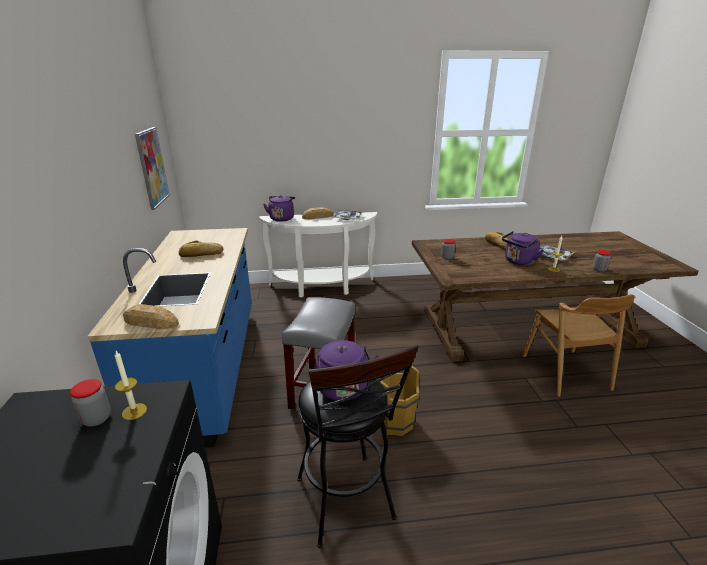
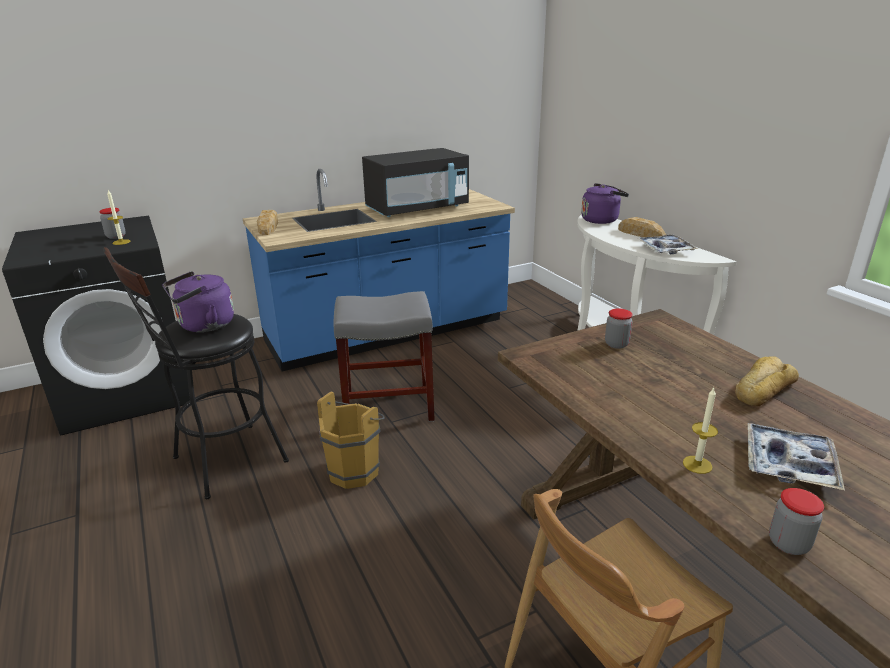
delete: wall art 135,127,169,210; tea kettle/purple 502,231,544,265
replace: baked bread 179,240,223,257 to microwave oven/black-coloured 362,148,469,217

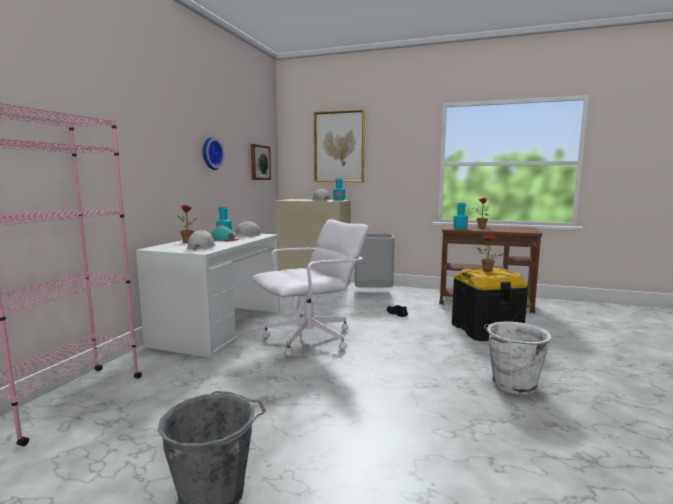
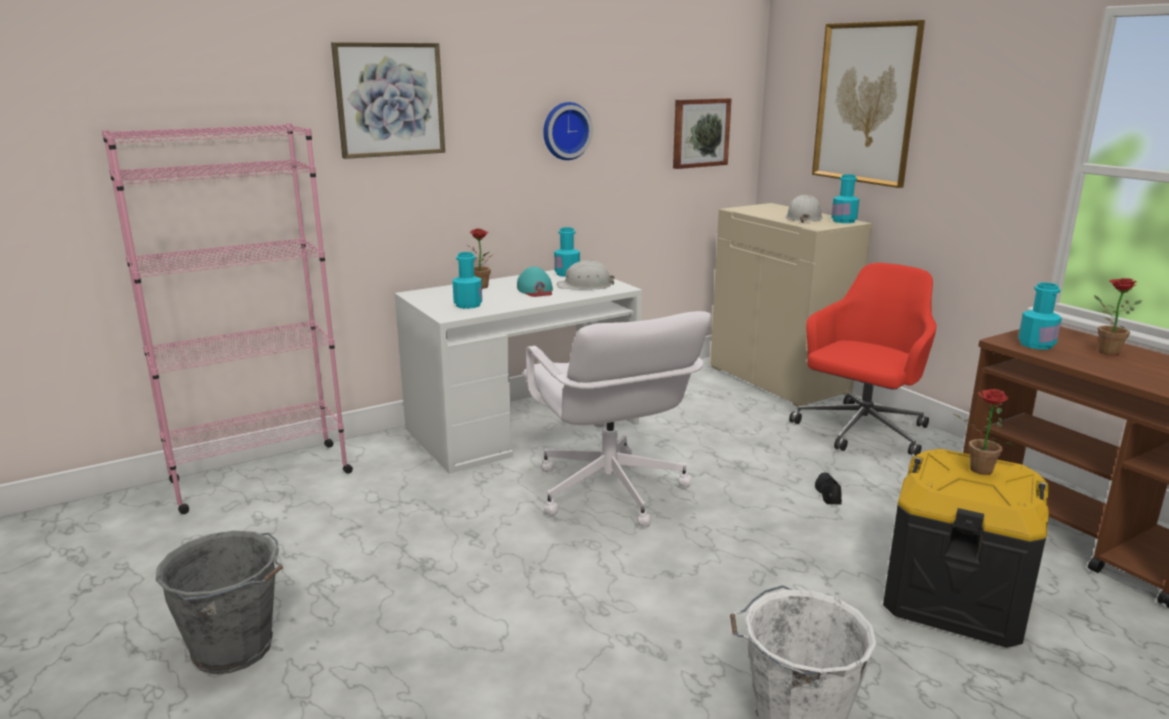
insert: wall art 331,42,445,159
replace: work helmet/whitish 186,230,216,251 to drink bottle/turquoise-coloured 453,252,482,309; trash can/grey 355,234,395,288 to desk chair/red 789,263,936,456
rotate: desk chair/whitish 252,219,369,356 = 523,311,711,527 60 degrees clockwise

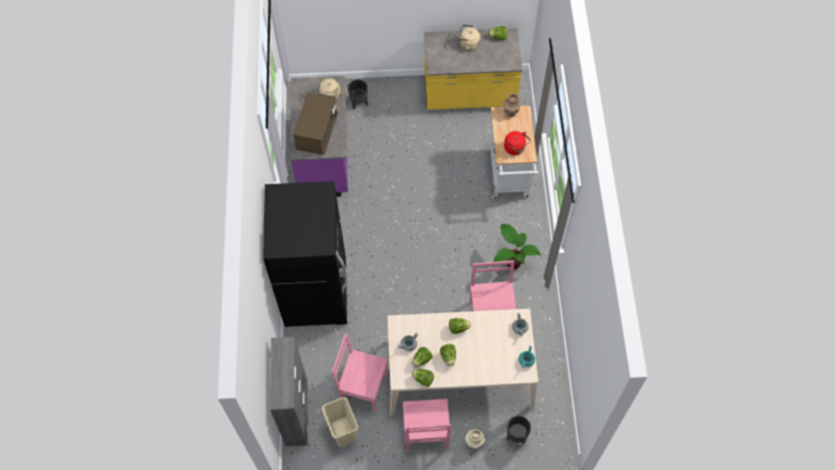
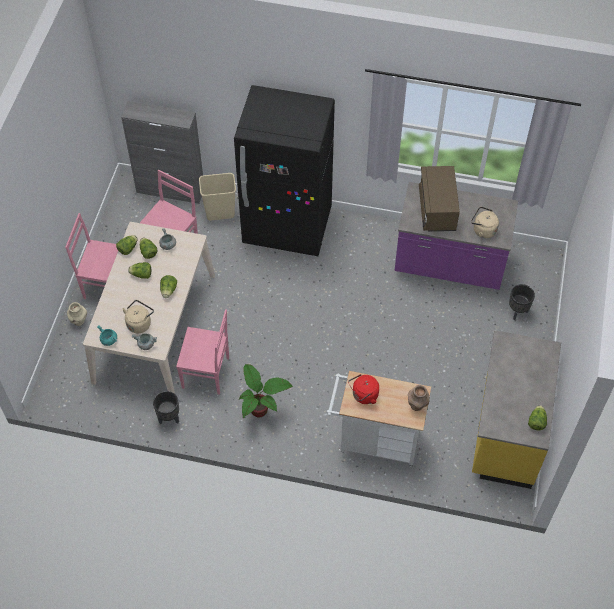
move: trash can/beige-coloured 322,397,358,447 to 199,173,236,220; tea kettle/beige-coloured 457,25,480,51 to 123,300,154,333; flower pot/black-coloured 507,416,531,444 to 153,391,179,424
rotate: microwave oven/brown-coloured 293,93,338,155 = 419,166,460,231 60 degrees clockwise

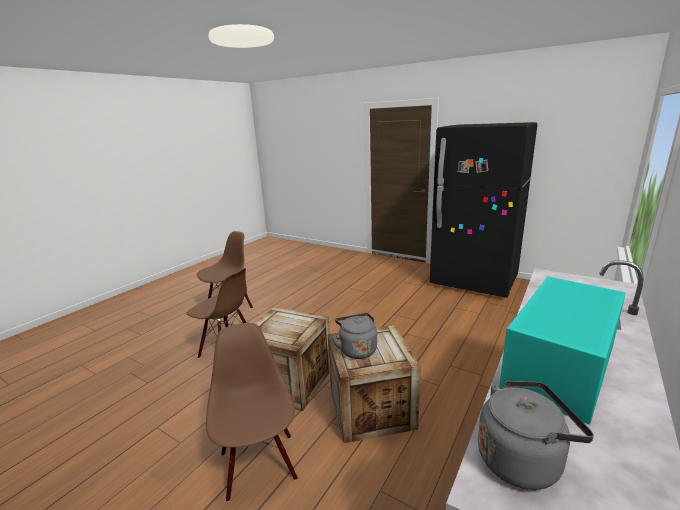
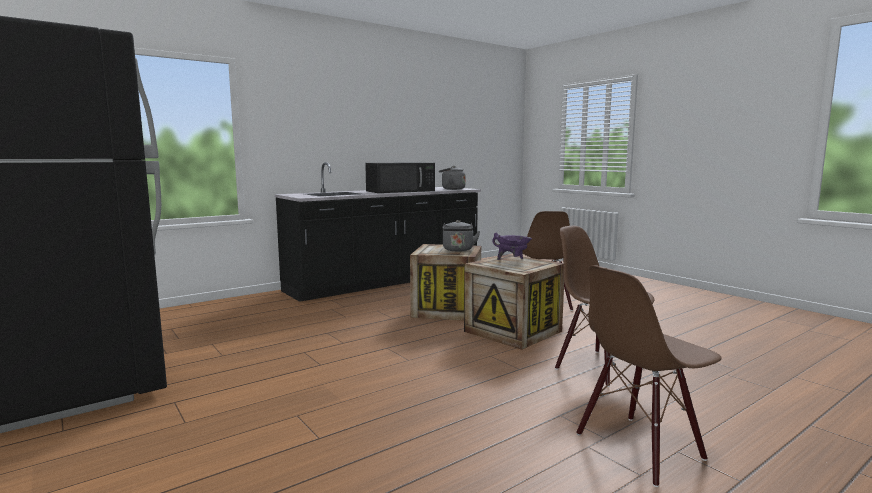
insert: saucepot/purple 493,233,532,260
recolor: microwave oven/turquoise-coloured 499,276,626,425 to microwave oven/black-coloured 365,162,435,193

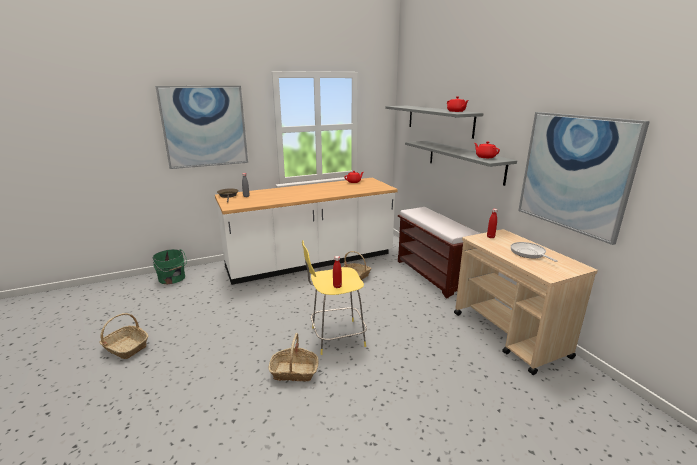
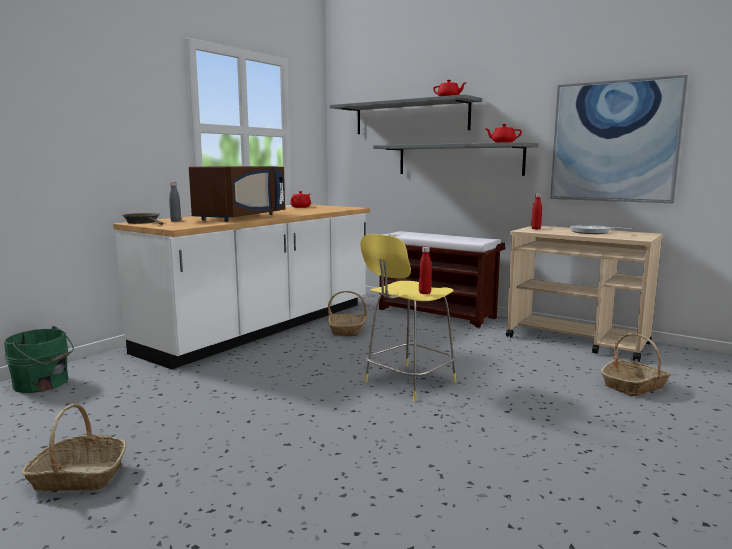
delete: wall art 155,86,248,169
insert: microwave oven/brown-coloured 189,166,285,222
move: storage basket 268,333,319,381 to 601,333,671,396

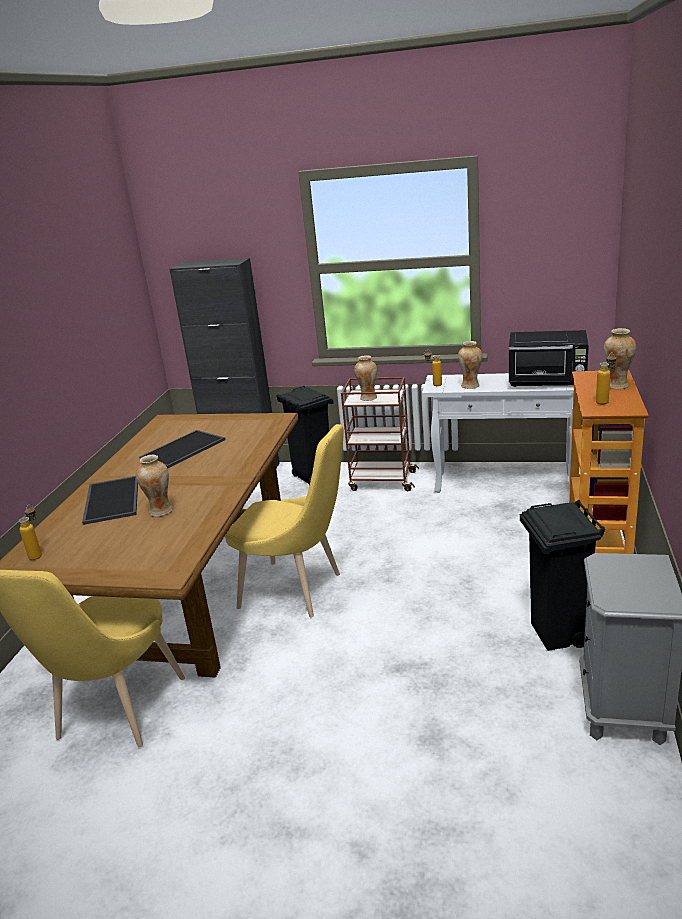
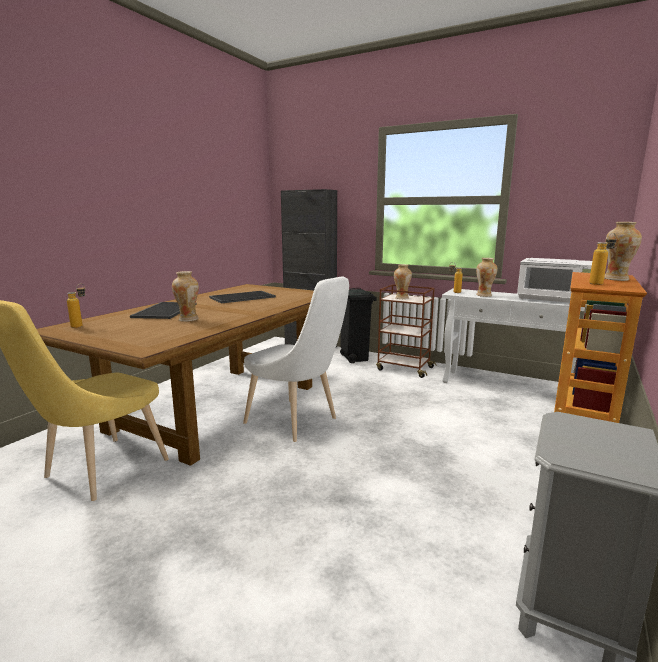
delete: trash can/black-coloured 520,500,605,651
recolor: chair/yellow-coloured 225,424,344,617 to chair/whitish 243,276,349,442; microwave oven/black-coloured 509,330,589,387 to microwave oven/whitish 517,258,592,303

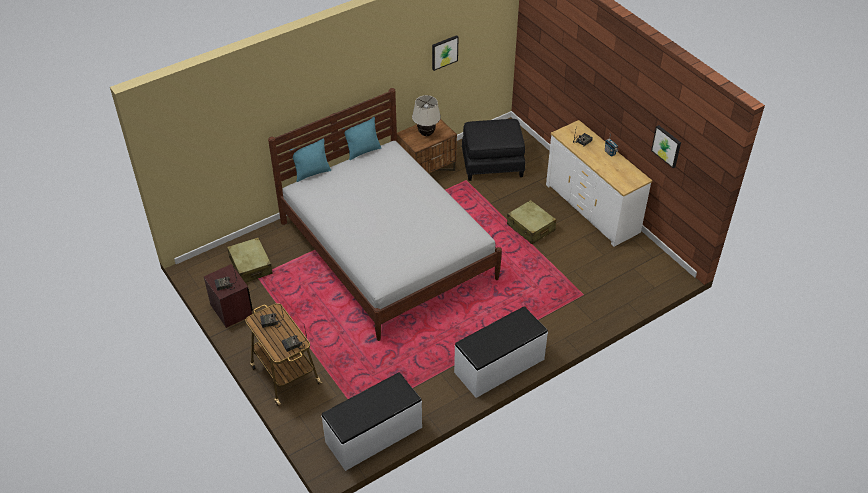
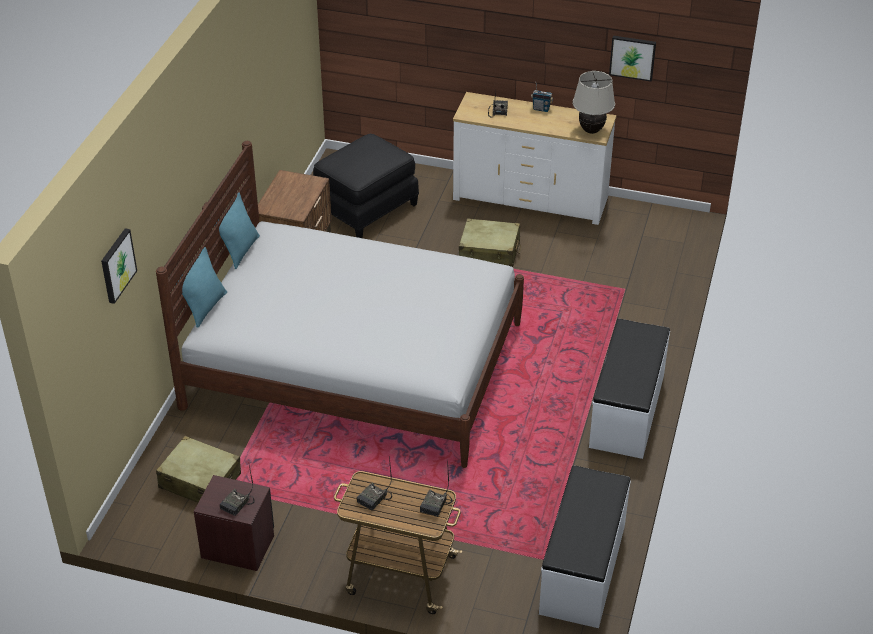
move: table lamp/beige-coloured 412,95,441,136 to 572,71,615,134; wall art 432,35,459,71 to 101,228,137,304

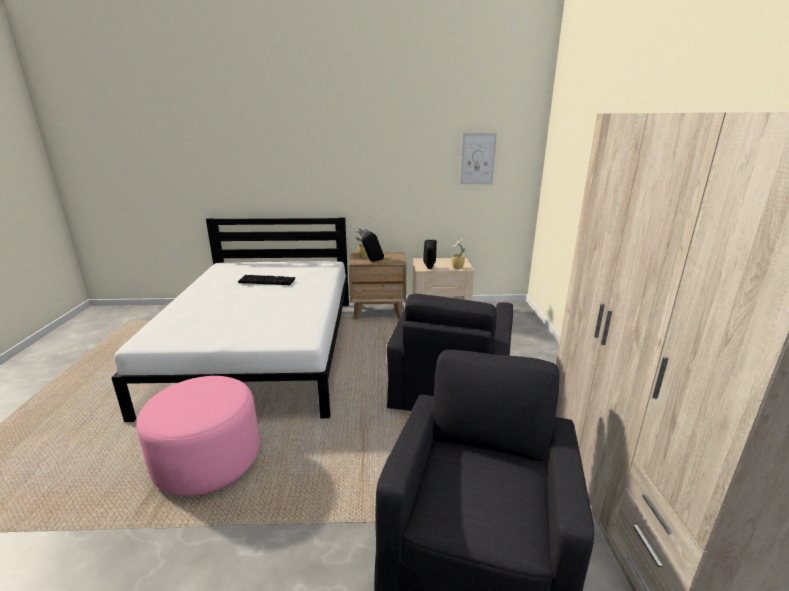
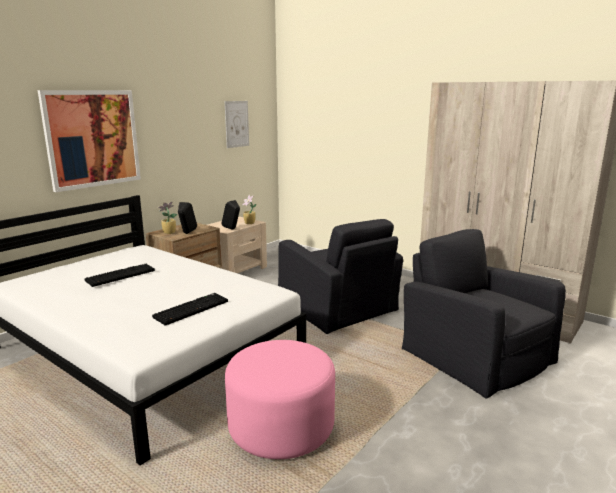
insert: wall art 38,90,141,192; PC keyboard 152,293,228,326

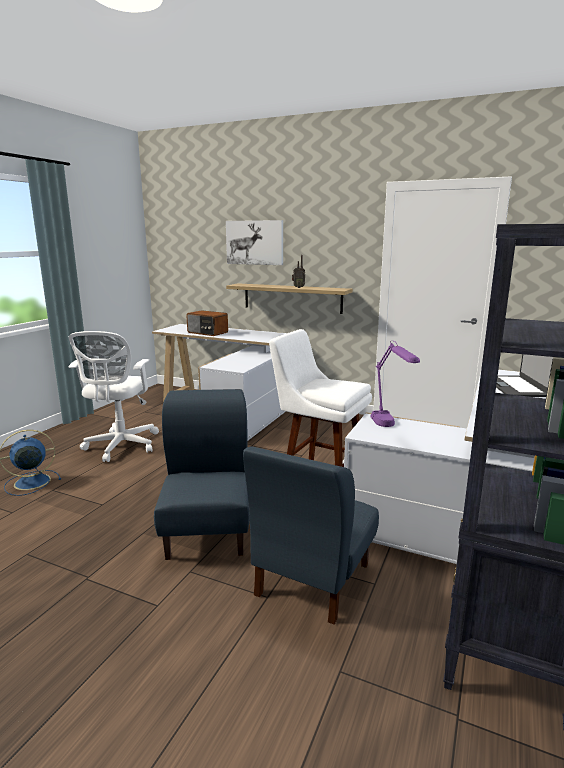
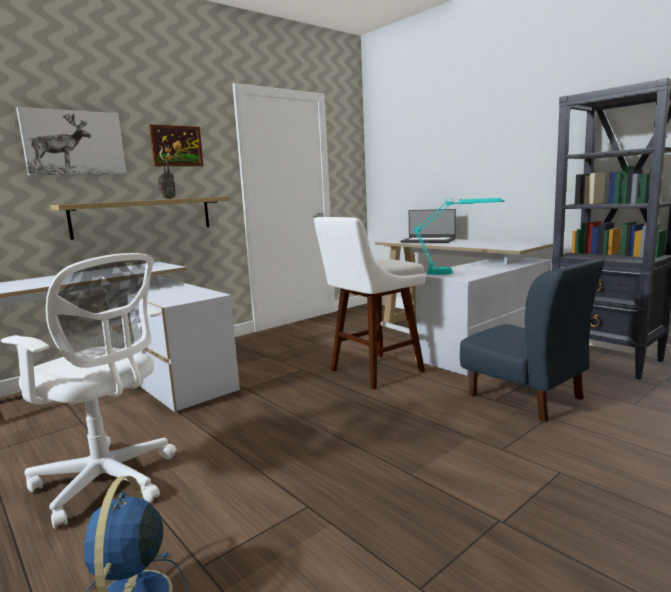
delete: chair/blue 154,389,250,560; radio receiver 186,310,228,336
insert: wall art 149,124,204,166
recolor: table lamp/purple 370,341,420,427 to table lamp/turquoise-coloured 414,198,505,275

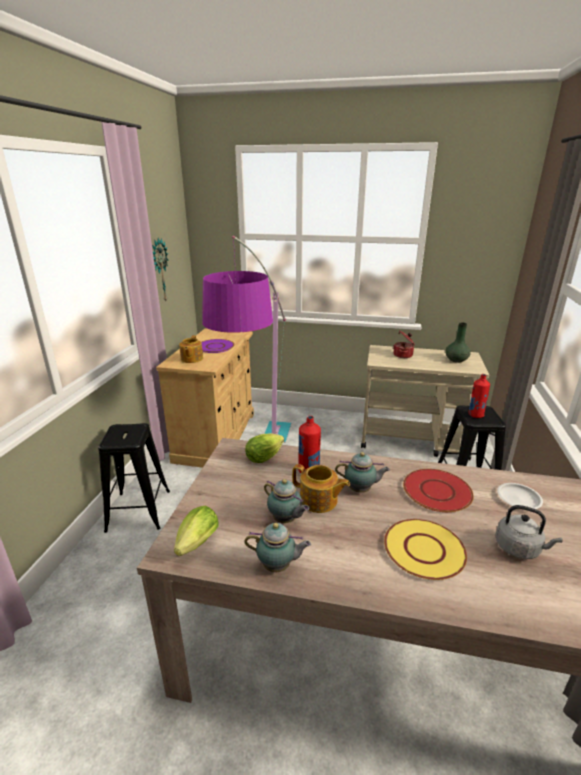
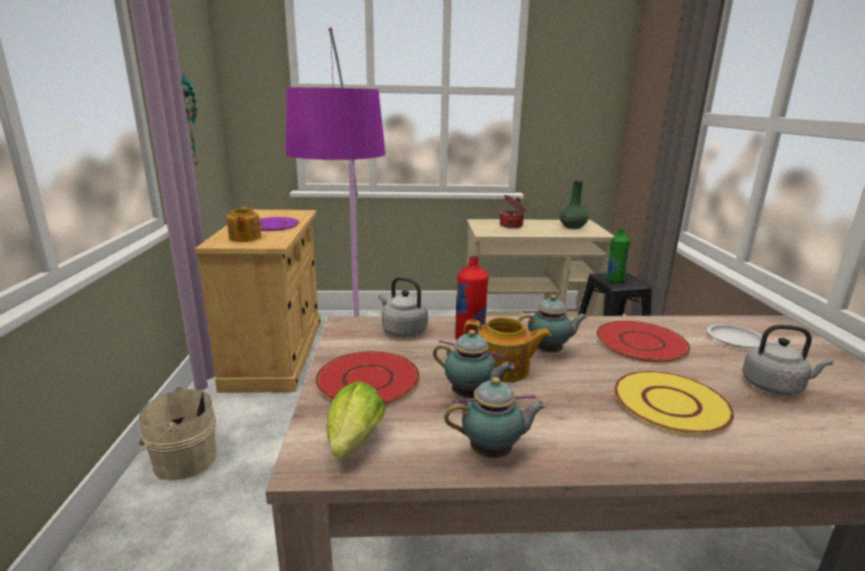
insert: dinner plate/red 315,351,420,404
replace: sitting stool/black-coloured 98,423,170,533 to bucket/beige-coloured 139,387,217,481; head of lettuce 245,433,284,463 to tea kettle/grey 378,277,428,337
recolor: drink bottle/red 468,374,490,418 to drink bottle/greenish 606,228,630,283

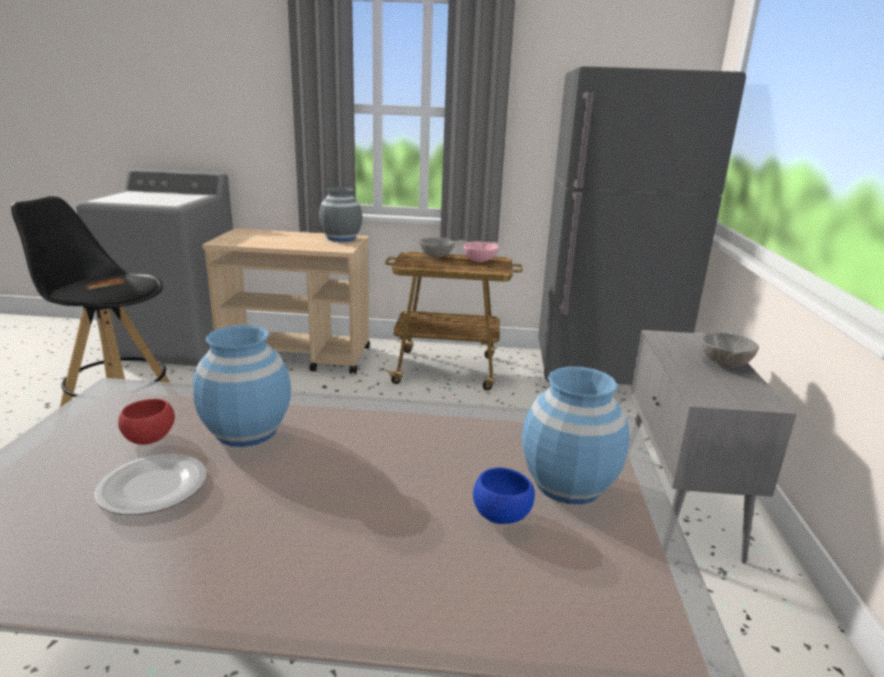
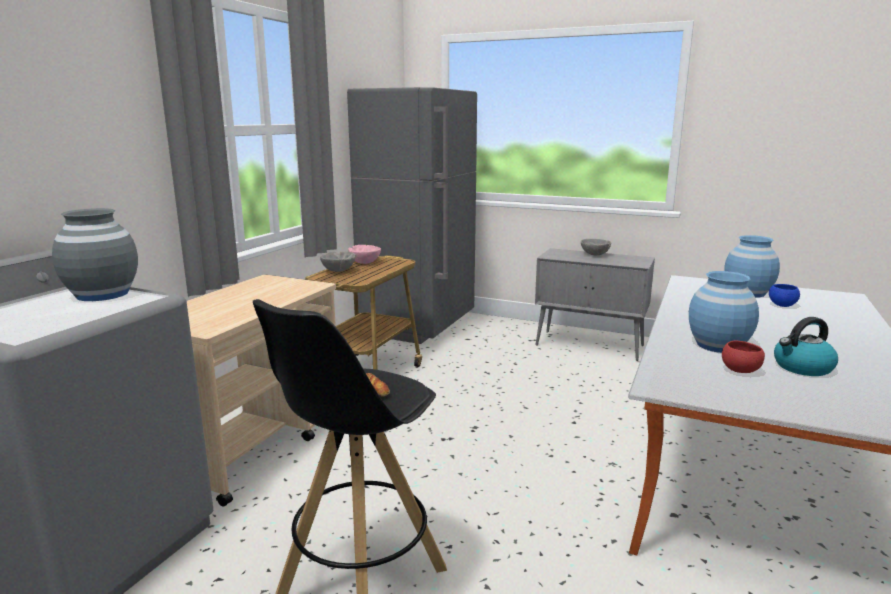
move: vase/grey 319,187,362,242 to 52,208,138,301
replace: dinner plate 94,454,207,515 to tea kettle 774,317,838,376

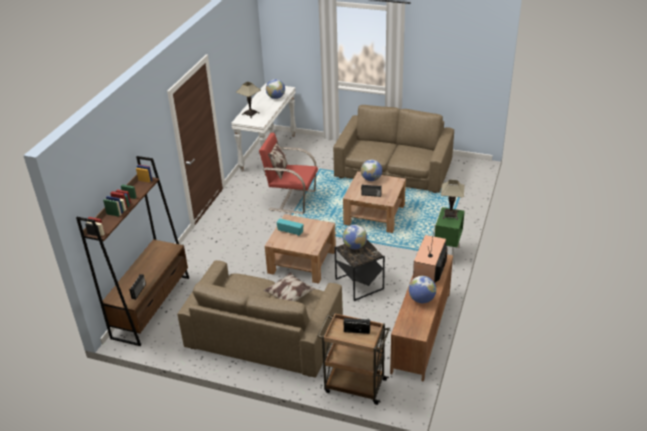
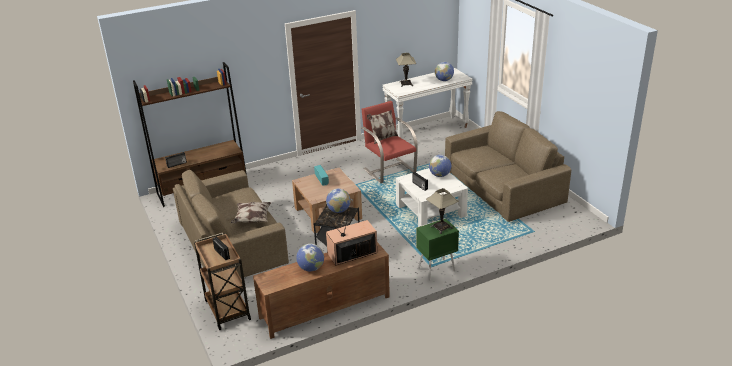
recolor: lounge table/brown-coloured 343,171,406,233 to lounge table/whitish 396,168,468,227

